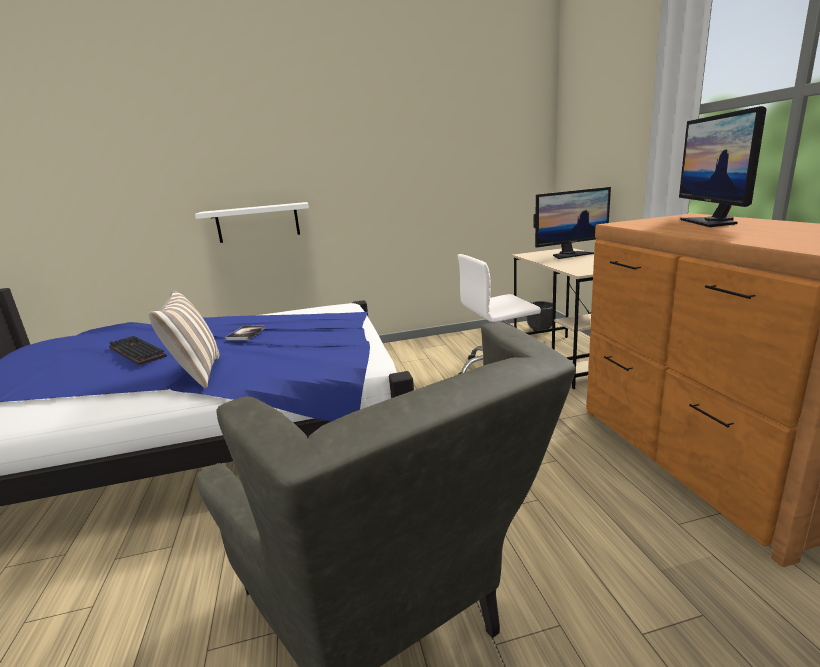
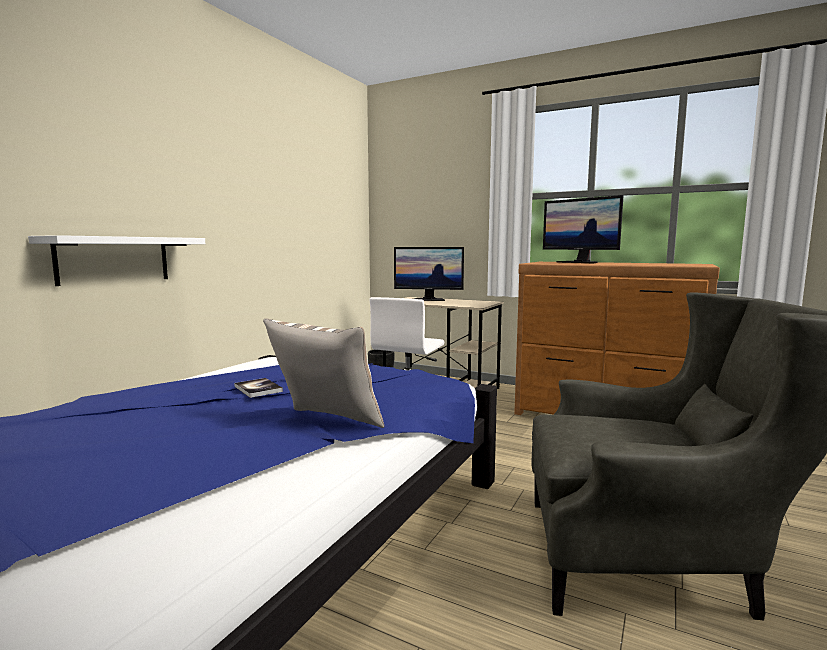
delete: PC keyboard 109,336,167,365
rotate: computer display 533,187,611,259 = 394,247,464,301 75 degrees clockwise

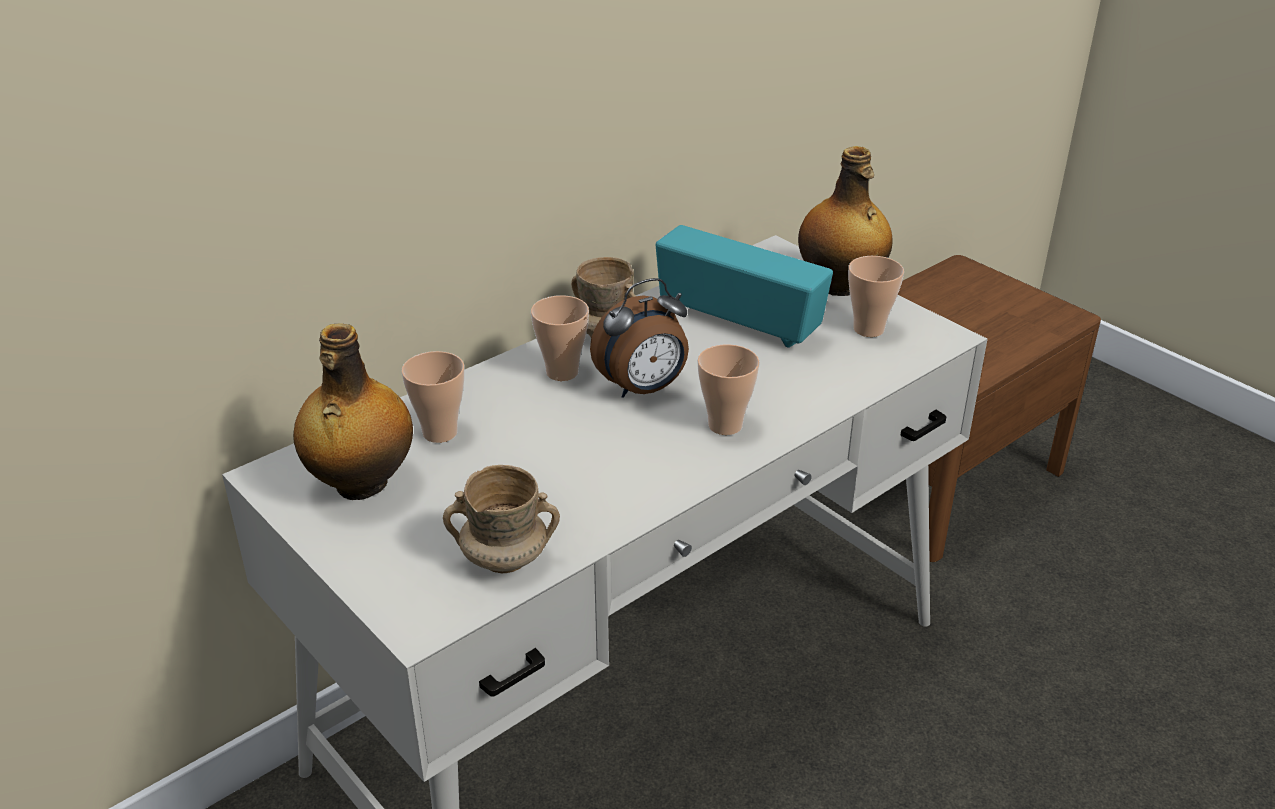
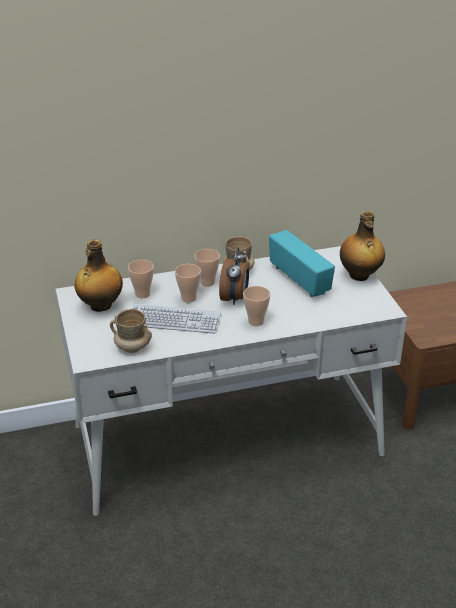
insert: PC keyboard 132,304,221,334
move: drinking cup 848,256,904,337 to 175,264,201,303
rotate: bedside clock 590,278,689,398 = 219,248,249,305 75 degrees counterclockwise

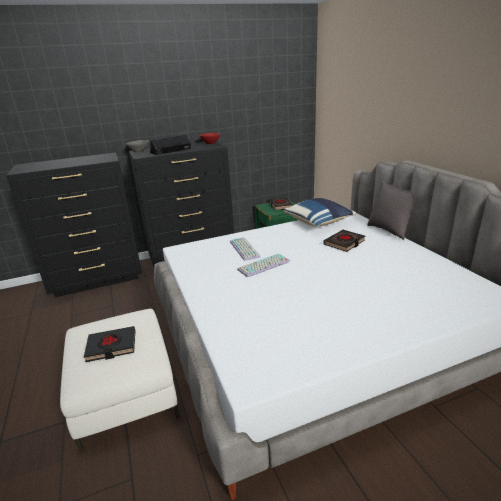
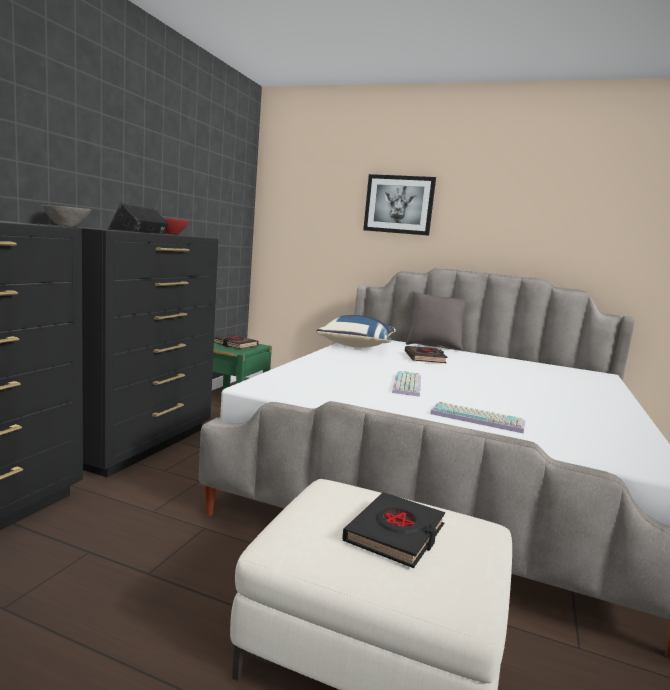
insert: wall art 363,174,436,236
move: PC keyboard 230,237,261,261 to 430,402,525,434

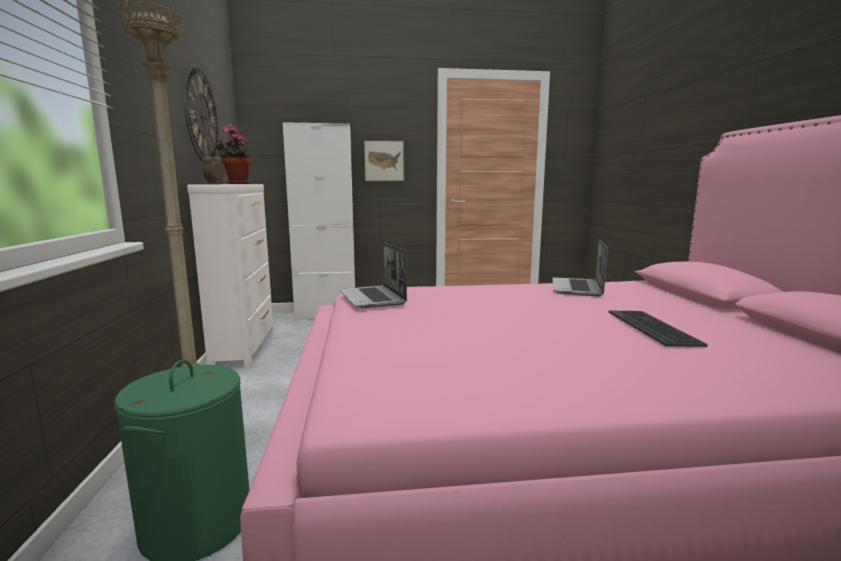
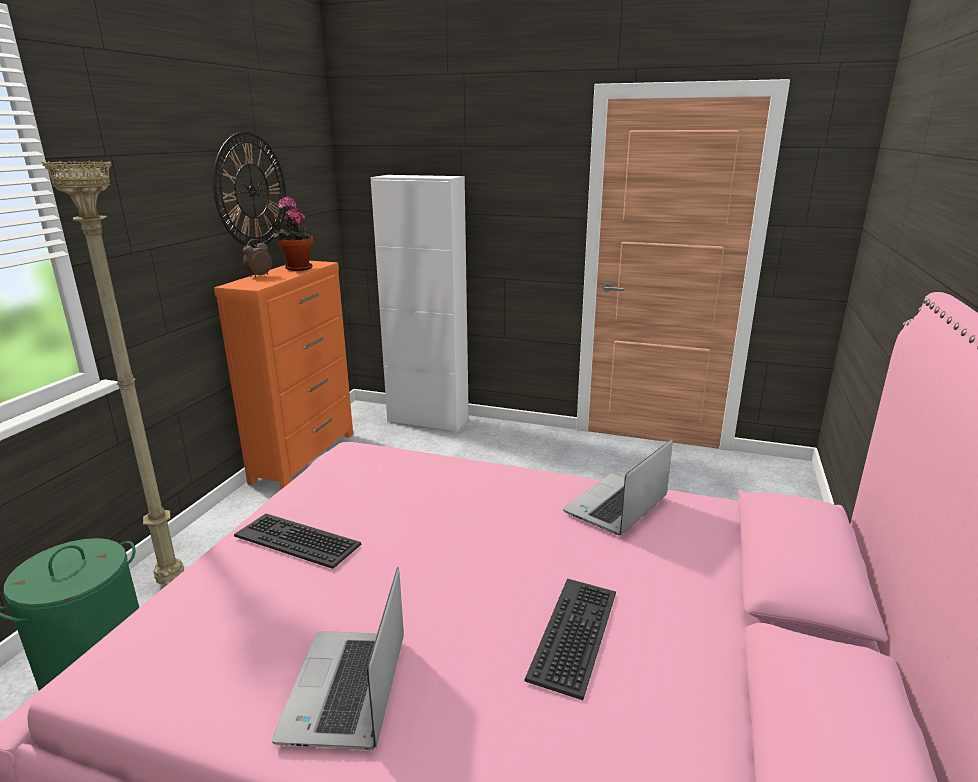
delete: wall art 364,140,404,182
insert: PC keyboard 234,514,361,569
move: portable computer 339,242,407,308 to 272,567,404,750
recolor: drawer chest/whitish 187,184,273,368 to drawer chest/orangey 214,261,353,489

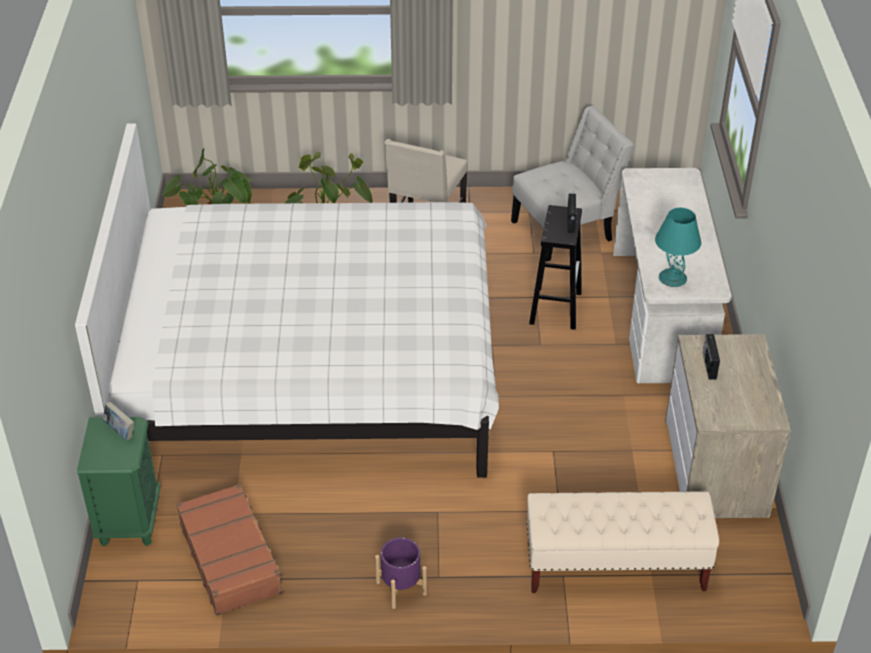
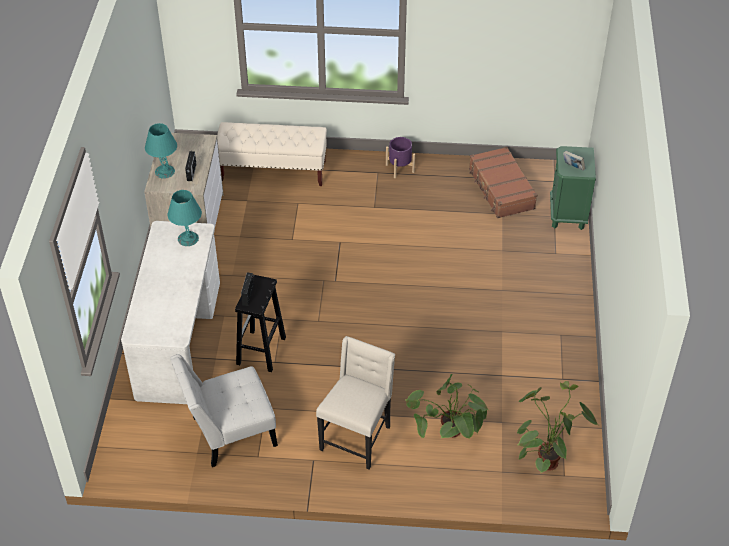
delete: bedroom bed/whitish 75,123,499,478
insert: table lamp/turquoise-coloured 145,123,177,179

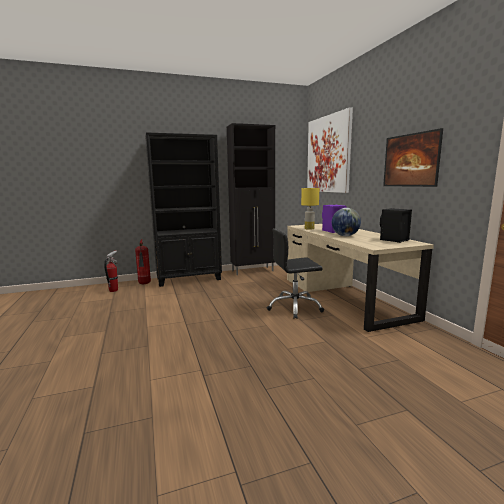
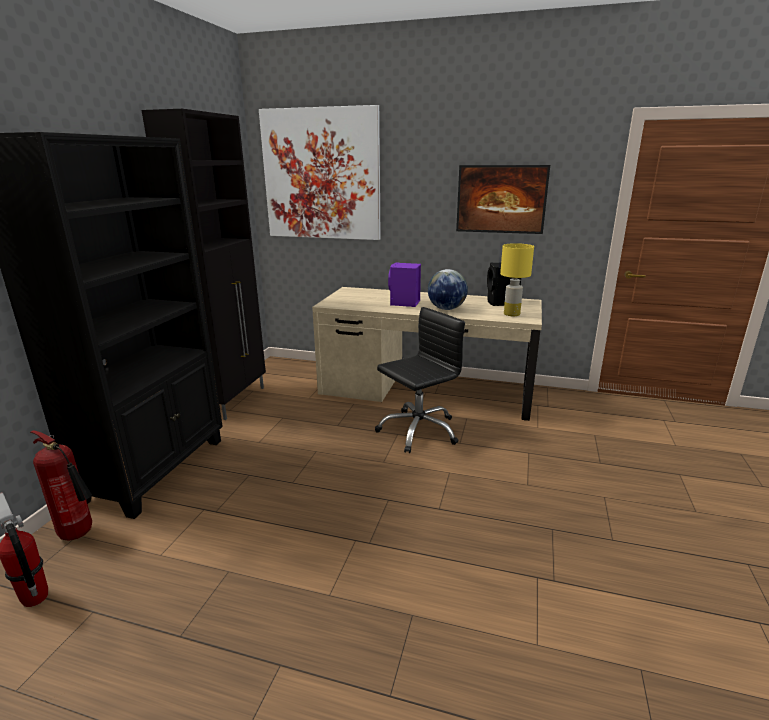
move: table lamp/yellow-coloured 301,188,319,230 to 500,243,534,316
rotate: desk chair/black-coloured 267,228,324,319 = 375,307,465,453 150 degrees counterclockwise

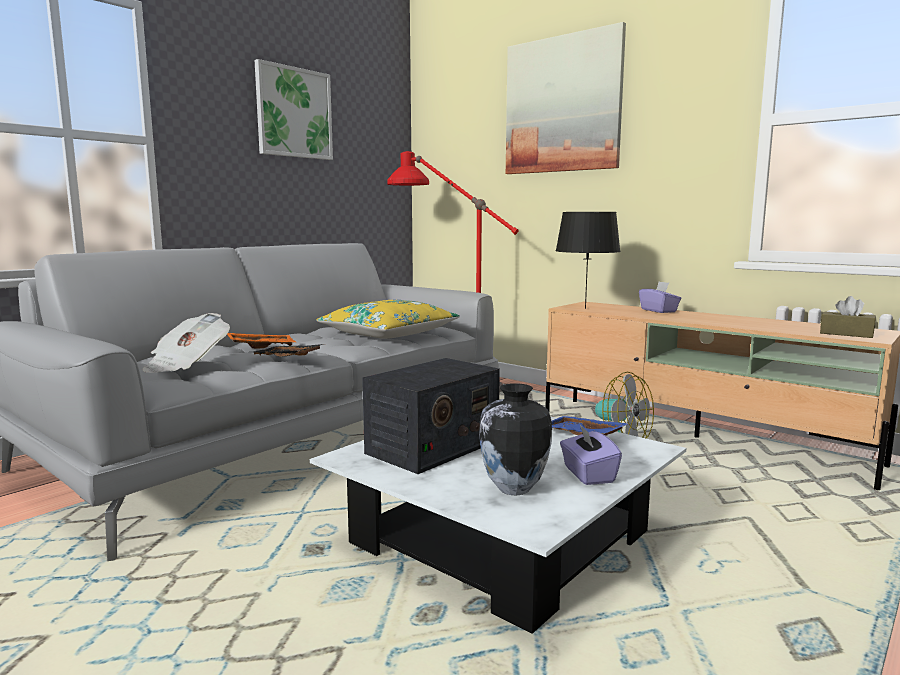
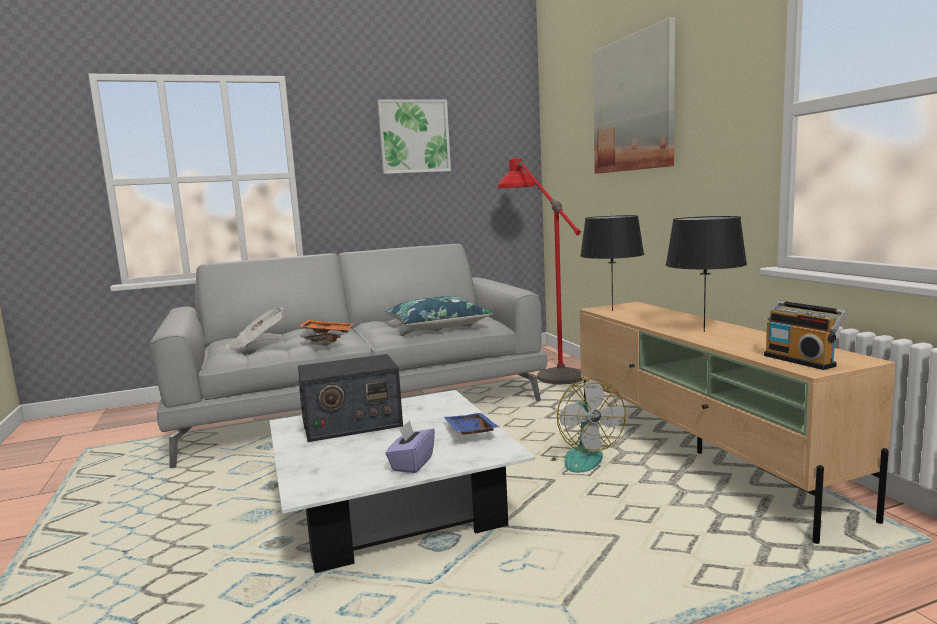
delete: vase 479,383,552,495; tissue holder/purple 639,281,682,313
insert: table lamp/black-coloured 666,216,747,332
replace: tissue holder/brown-coloured 820,296,876,338 to radio receiver 764,301,847,370
recolor: cushion/yellow-coloured 316,300,460,339 to cushion/blue 385,296,493,330

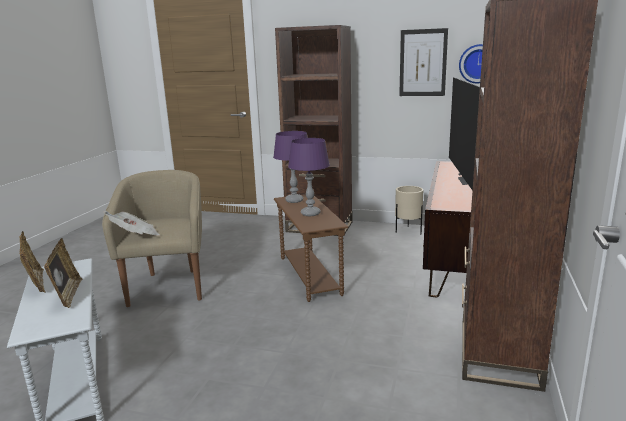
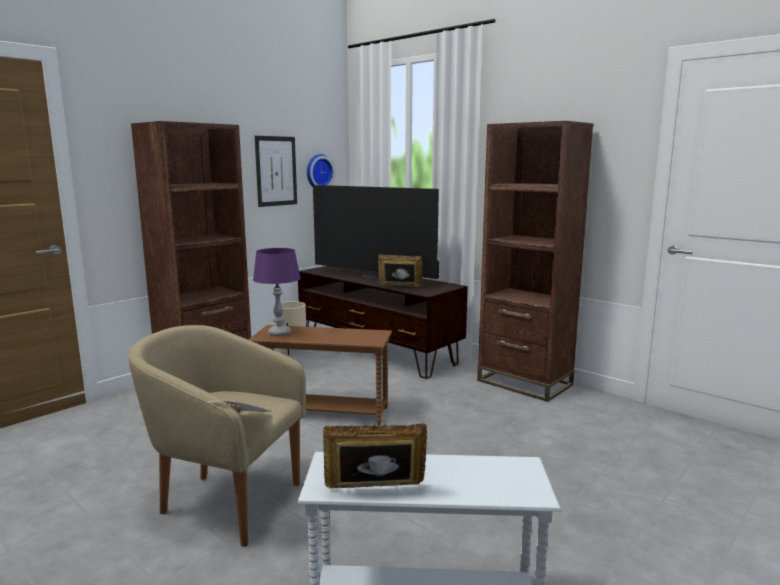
delete: table lamp/purple 288,138,330,216
move: picture frame 44,238,82,308 to 378,255,422,287

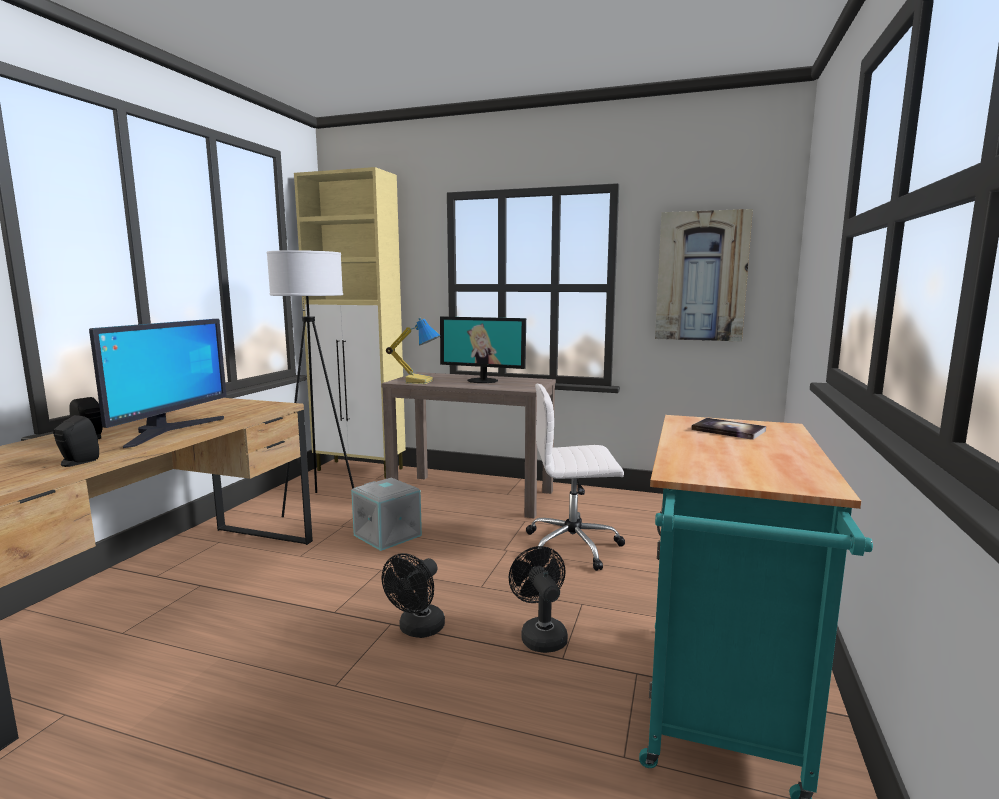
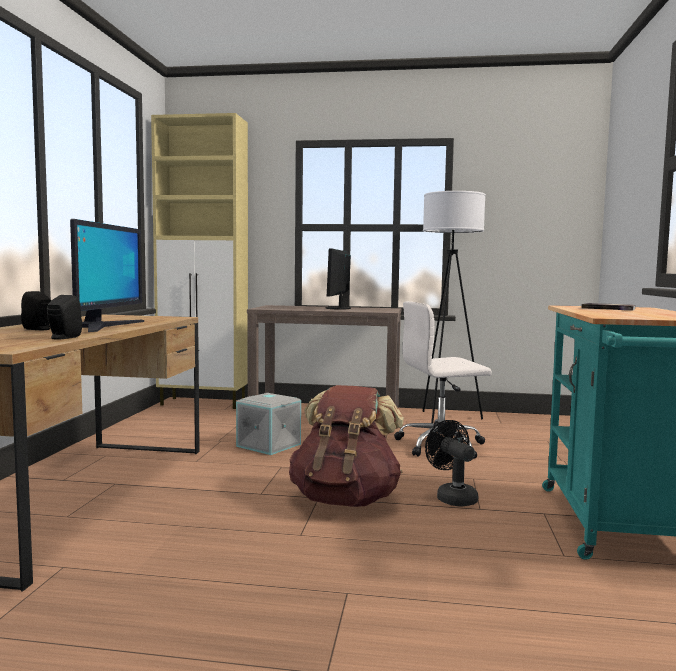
delete: table lamp 386,318,441,384; wall art 655,209,753,341
move: floor lamp/whitish 267,250,354,517 to 423,191,486,423
replace: fan/black-coloured 382,553,445,638 to backpack/brown-coloured 289,385,404,507
rotate: computer display 440,317,526,383 = 325,248,351,310 90 degrees clockwise

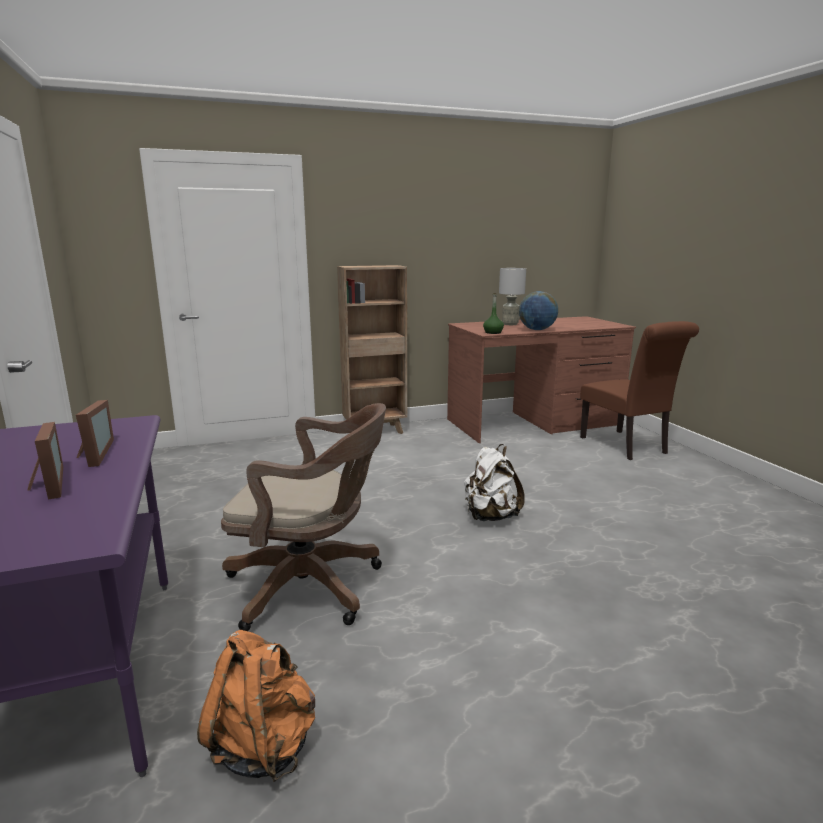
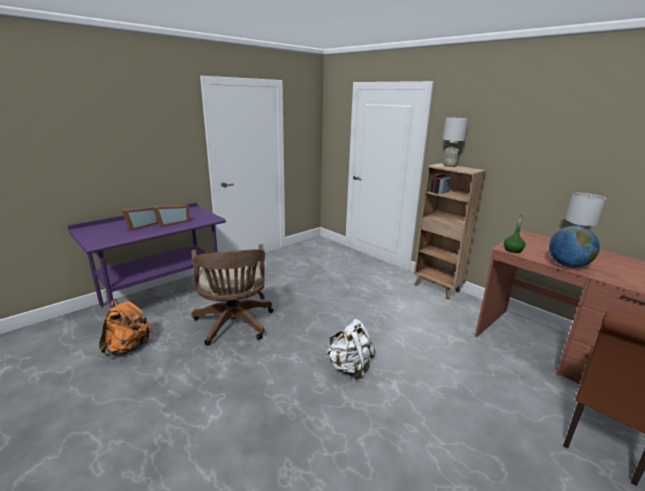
insert: table lamp/grey 443,118,469,167

